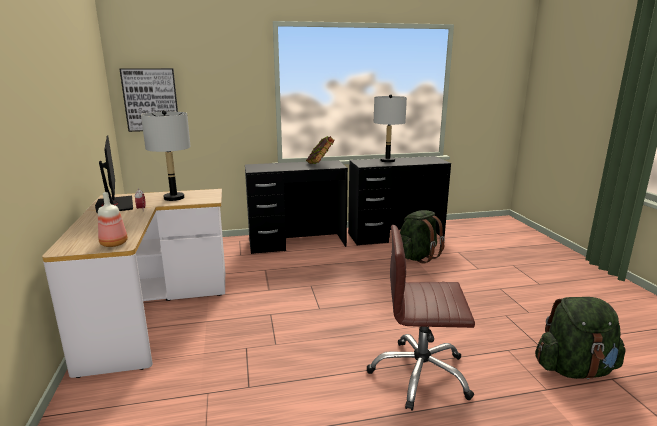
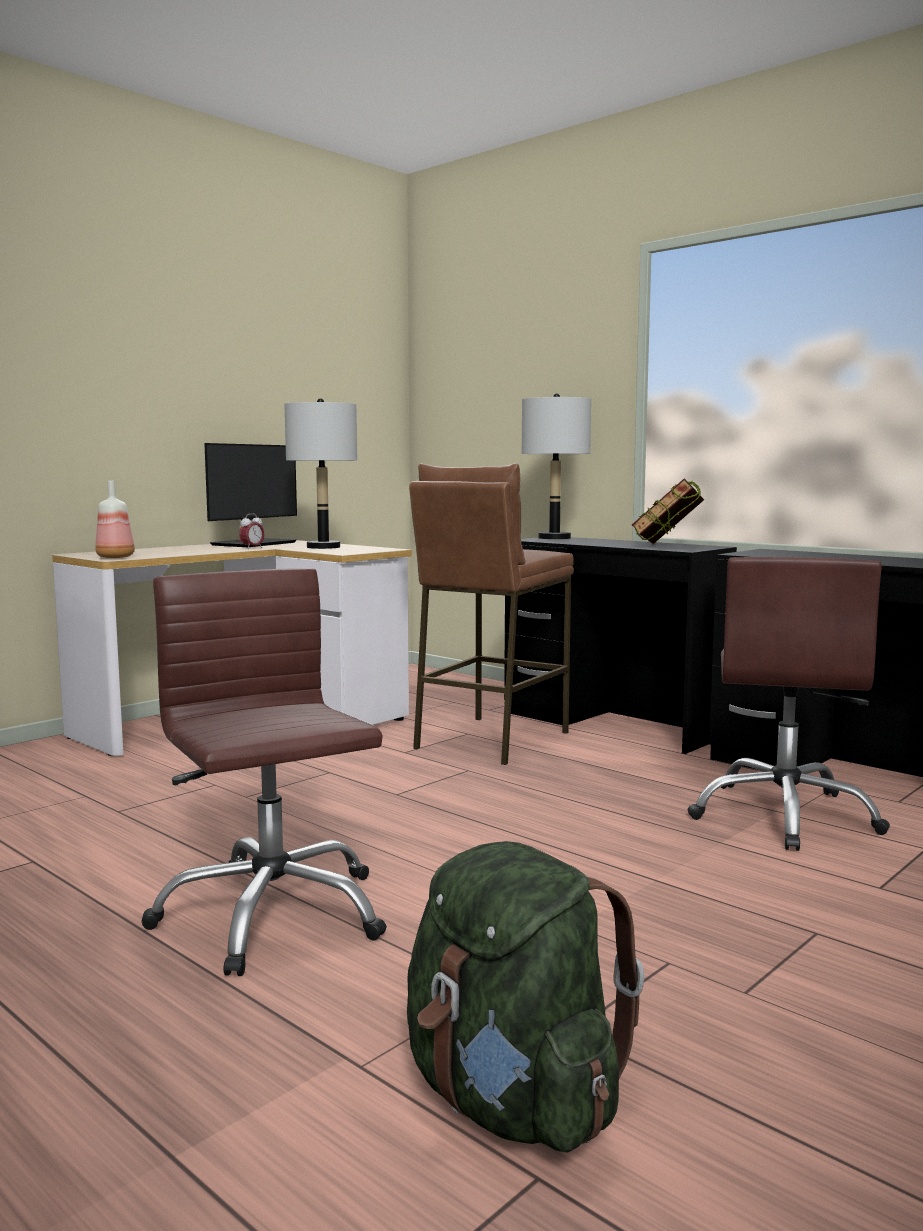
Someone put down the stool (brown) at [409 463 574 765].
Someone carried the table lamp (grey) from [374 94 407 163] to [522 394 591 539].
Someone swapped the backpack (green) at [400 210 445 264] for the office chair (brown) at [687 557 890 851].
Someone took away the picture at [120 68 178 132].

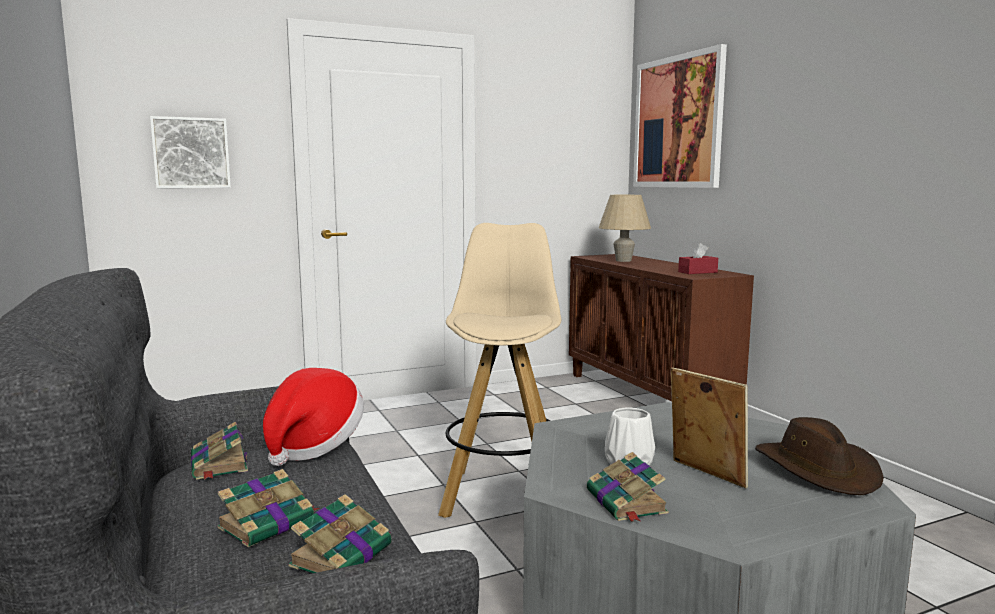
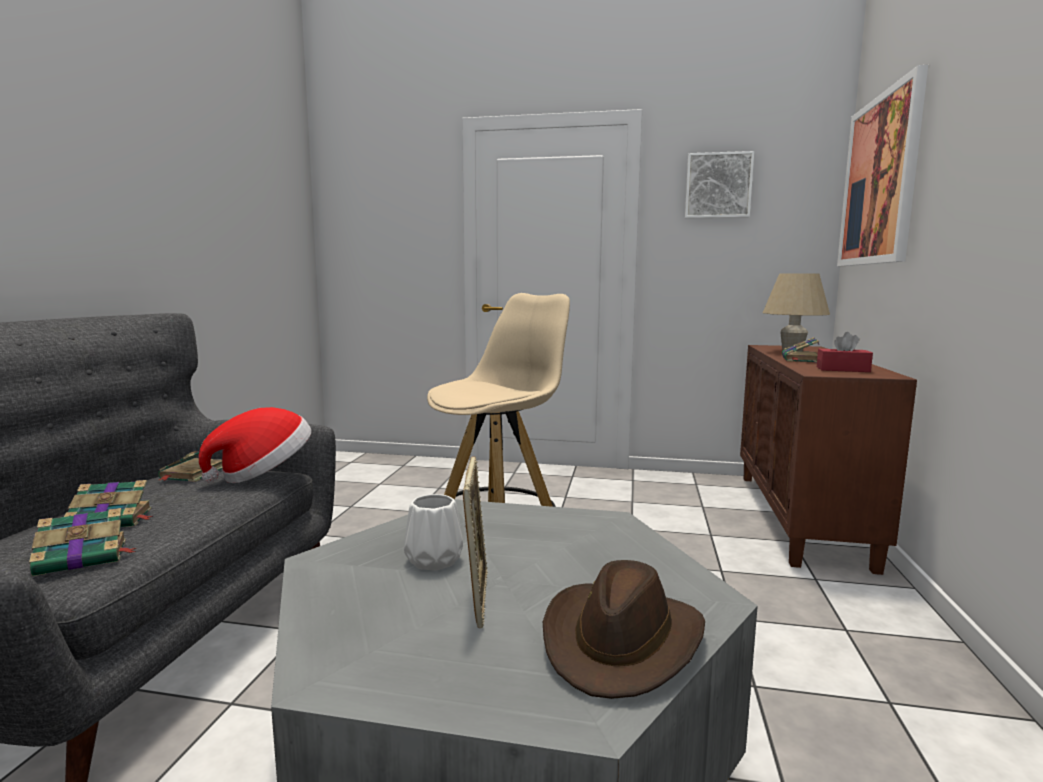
Someone carried the picture from [150 116 231 188] to [685 151 754 219].
Someone carried the book from [587 452 669 523] to [782 337 819 363].

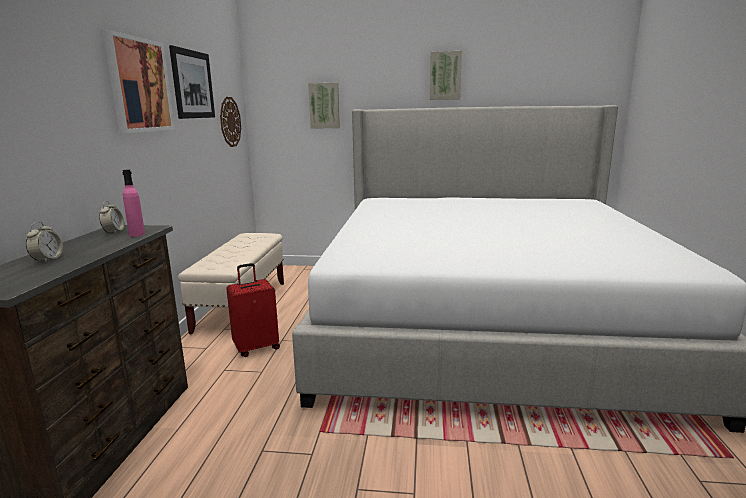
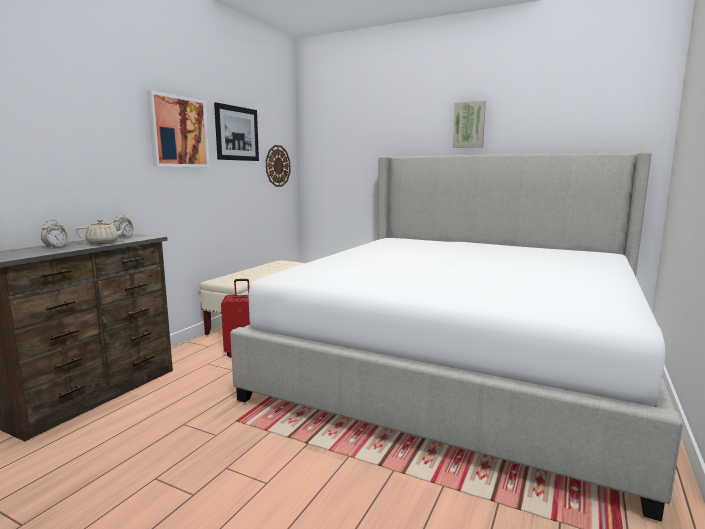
Someone put down the teapot (beige) at [75 219 128 244].
Someone took away the bottle (pink) at [122 170 145 237].
Someone took away the picture at [308 83 340 129].

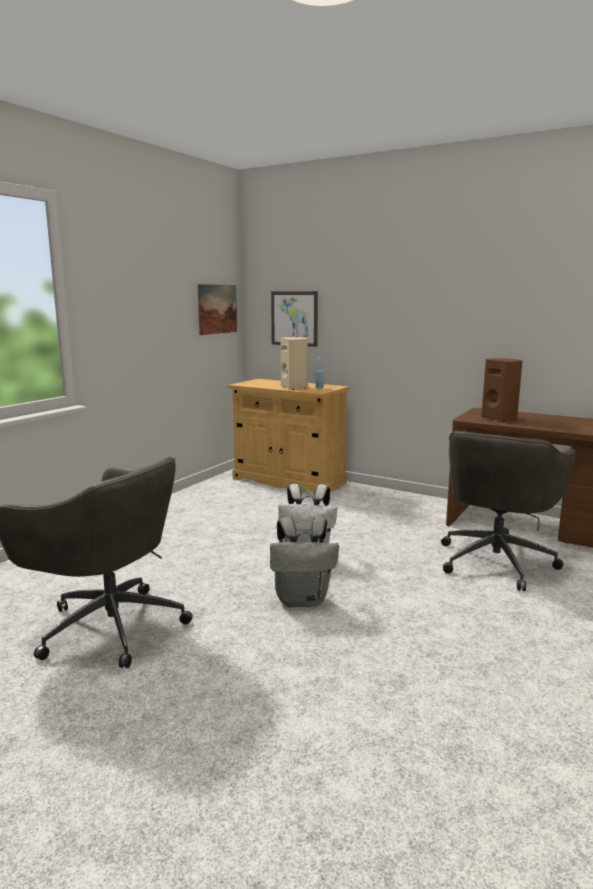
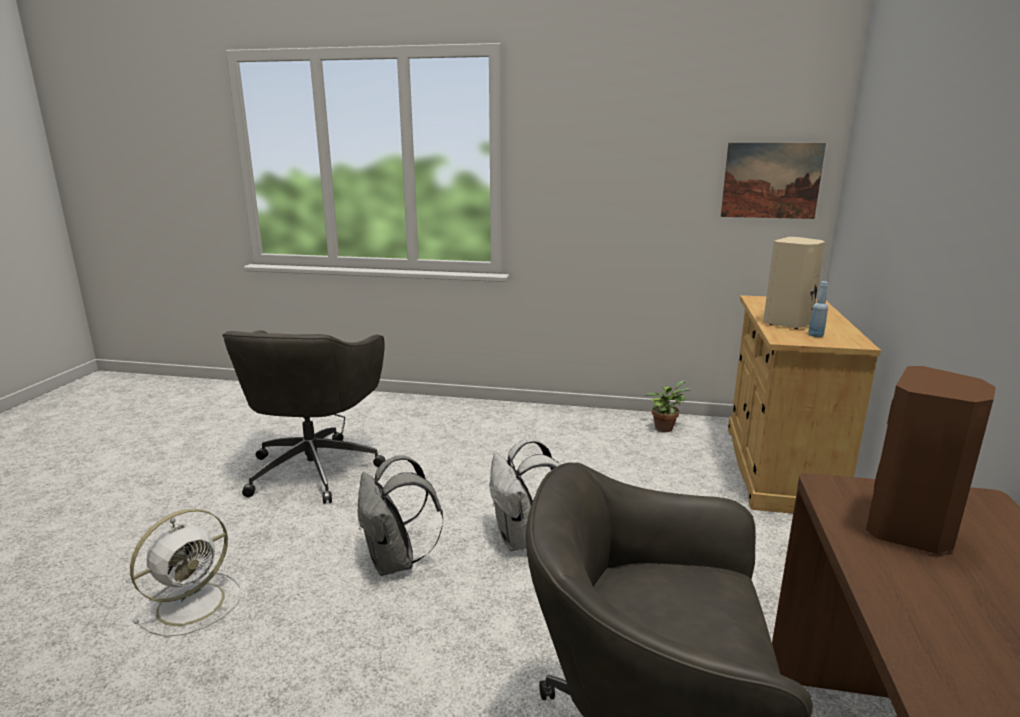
Someone put down the fan (white) at [130 509 241 637].
Someone put down the potted plant at [646 381 690 432].
Someone took away the picture at [271 291 318 347].

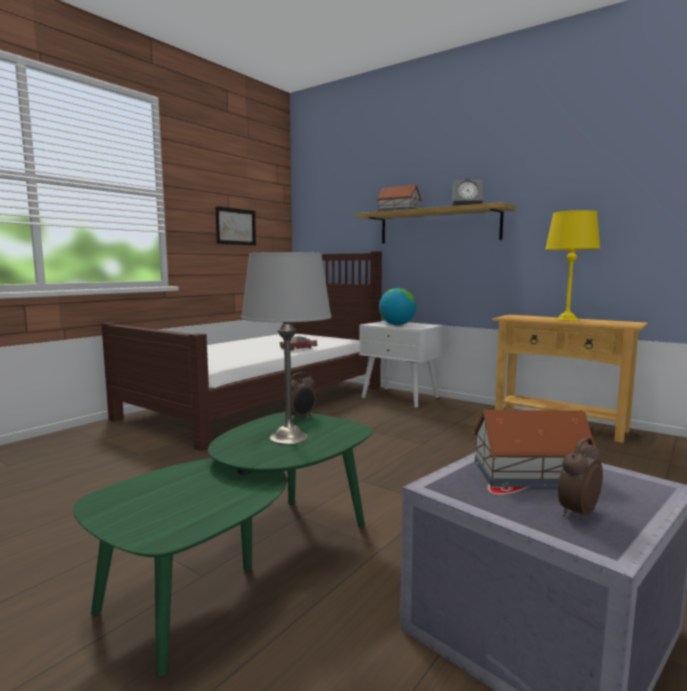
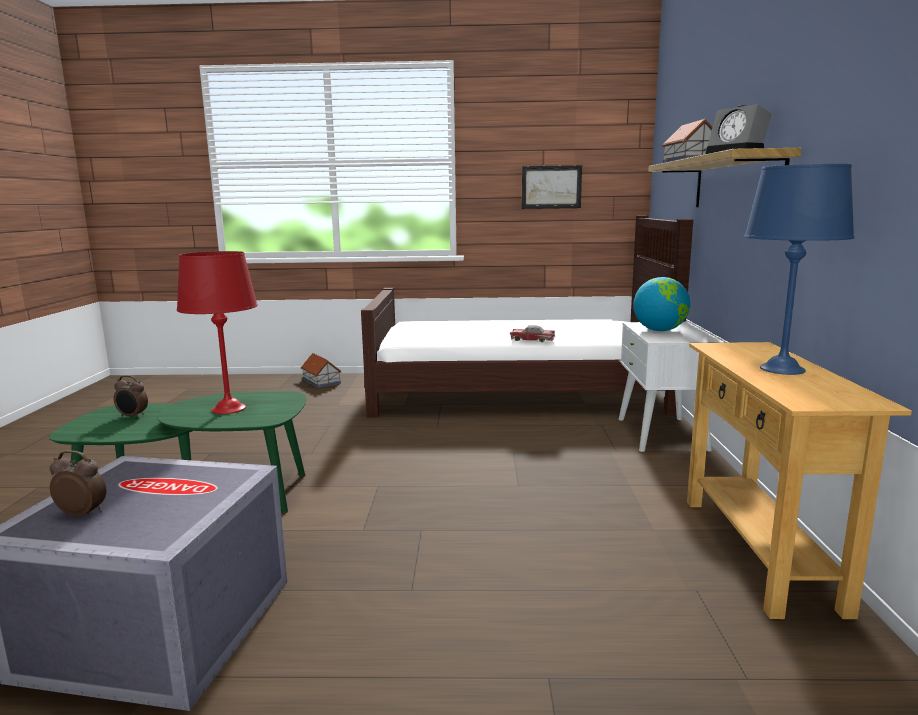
Someone carried the alarm clock from [283 372 316 420] to [114 375 148 418].
Someone repainted the table lamp (grey) at [241 252 331 445], which became the table lamp (red) at [177 251 258 414].
Someone carried the toy house from [472 410 595 487] to [301 353 341 388].
Someone repainted the table lamp (yellow) at [545 210 601 321], which became the table lamp (blue) at [744 164 854 375].

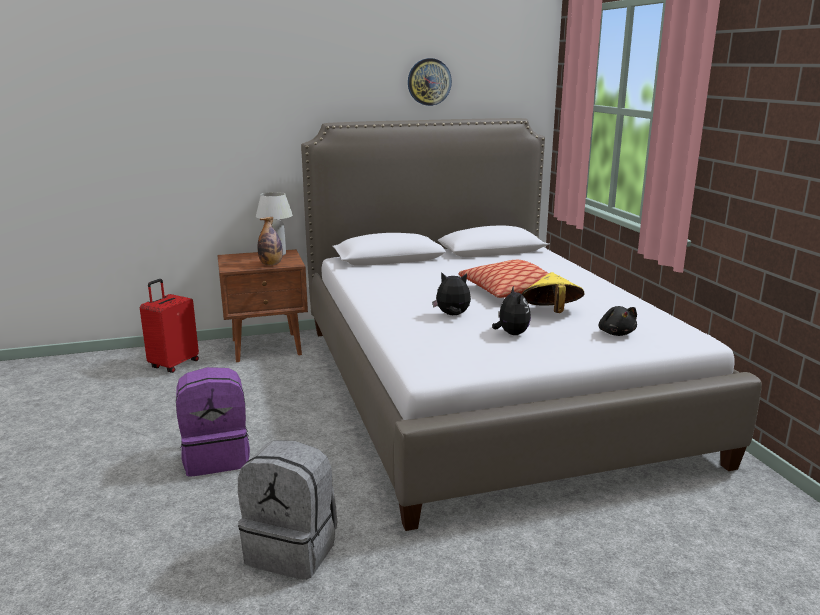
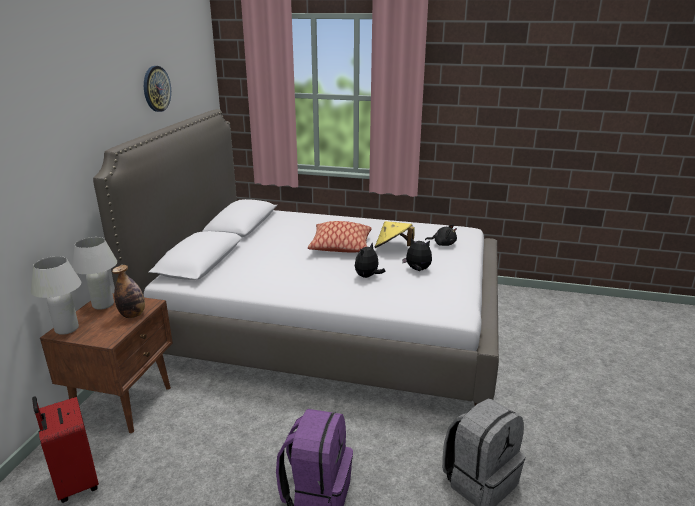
Someone put down the table lamp (white) at [31 256 81 335].

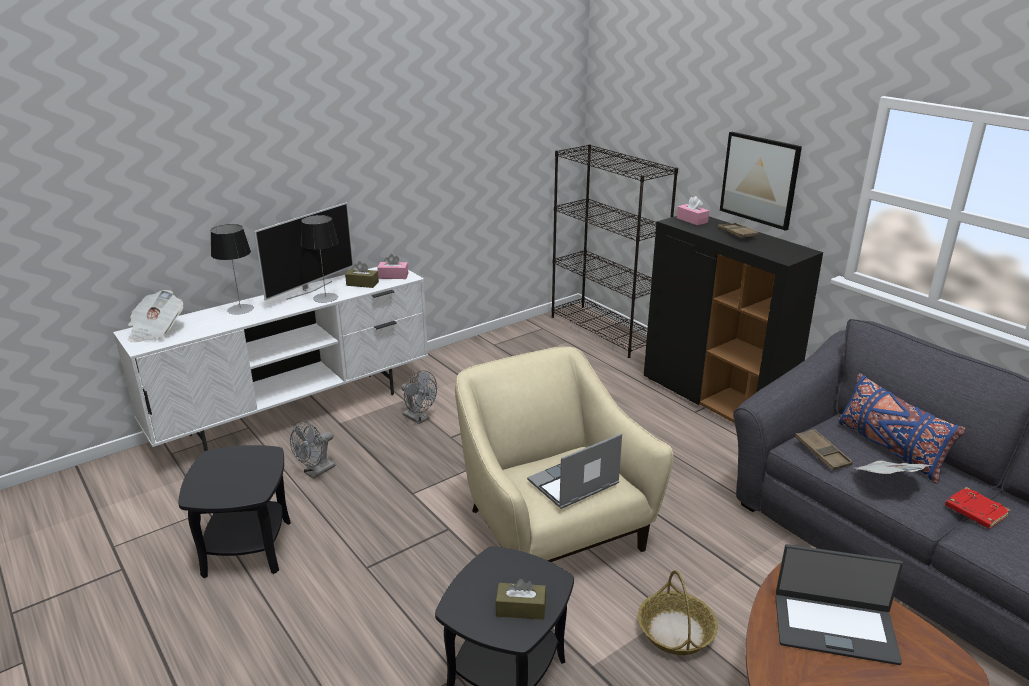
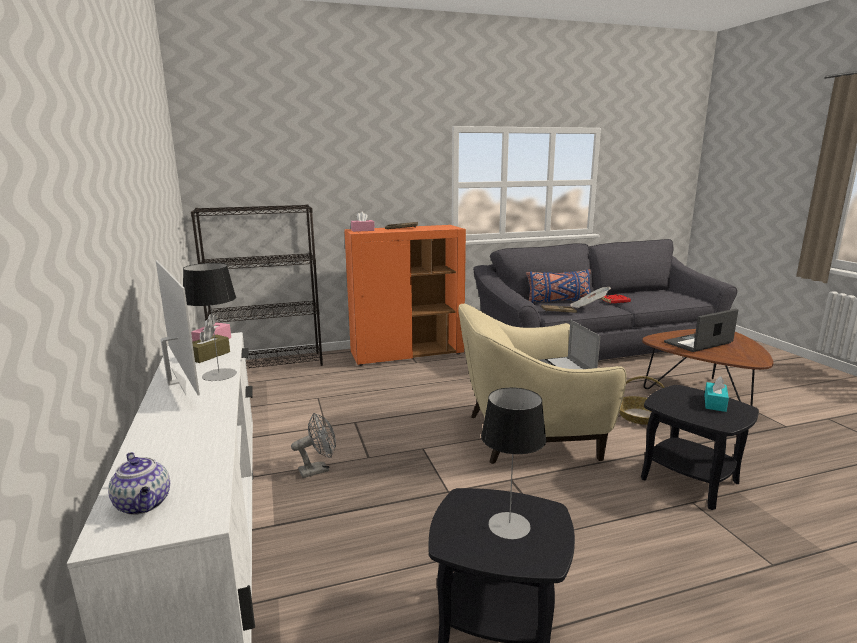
Someone swapped the newspaper at [128 290 183 342] for the teapot at [108 452 170 515].
Someone repainted the cabinet (black) at [644 216 823 423], which became the cabinet (orange) at [344 225 466 366].
Someone carried the table lamp from [210 224 254 314] to [481 388 546 539].
Someone rotated the laptop at [776 544 903 665] by 150 degrees counterclockwise.
Someone repainted the tissue box (brown) at [496 579 546 620], which became the tissue box (turquoise) at [705 376 729 412].
Someone took away the fan (grey) at [290 420 335 479].
Someone took away the picture at [720 132 802 231].

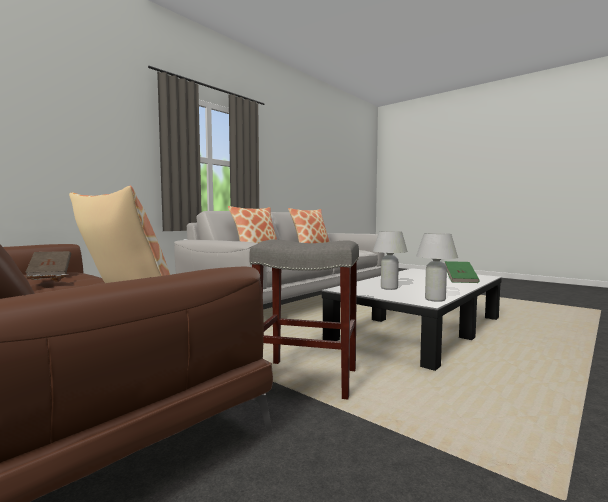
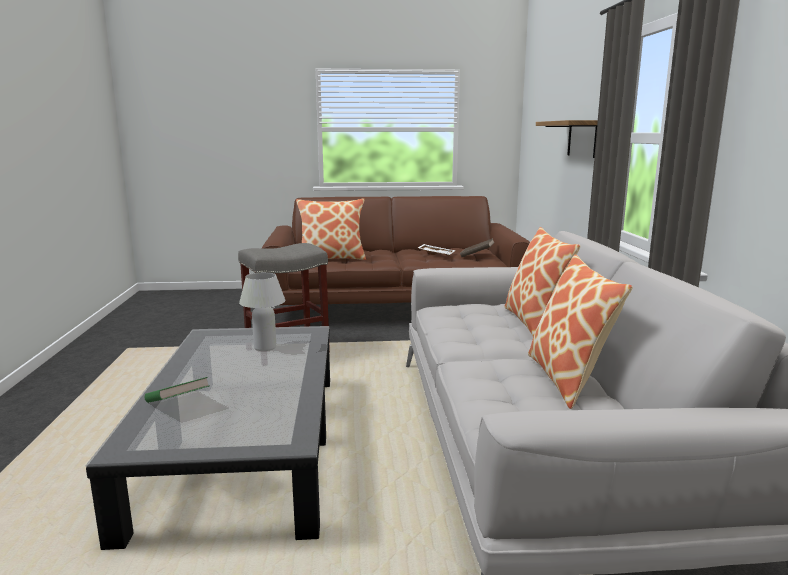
Someone put up the shelf at [536 120 598 158].
Someone took away the table lamp (white) at [416 233 458 302].

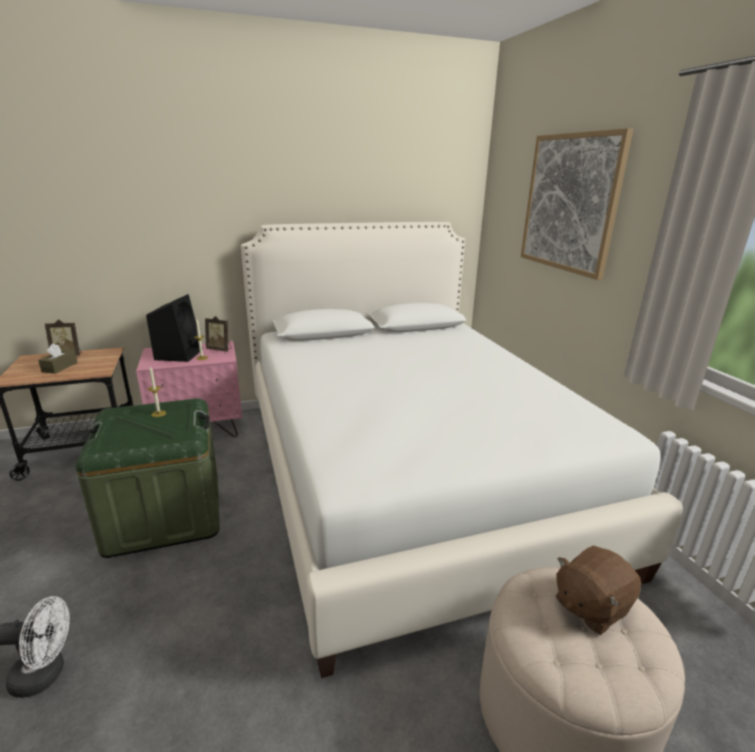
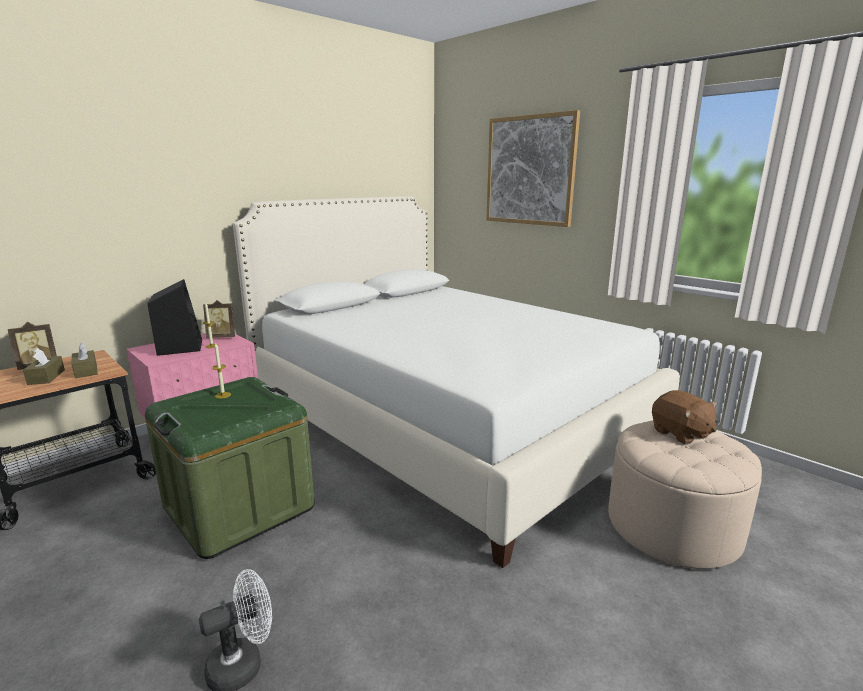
Someone put down the tissue box (brown) at [72 342 98 378].
Someone rotated the plush toy (brown) at [555 545 641 635] by 60 degrees counterclockwise.

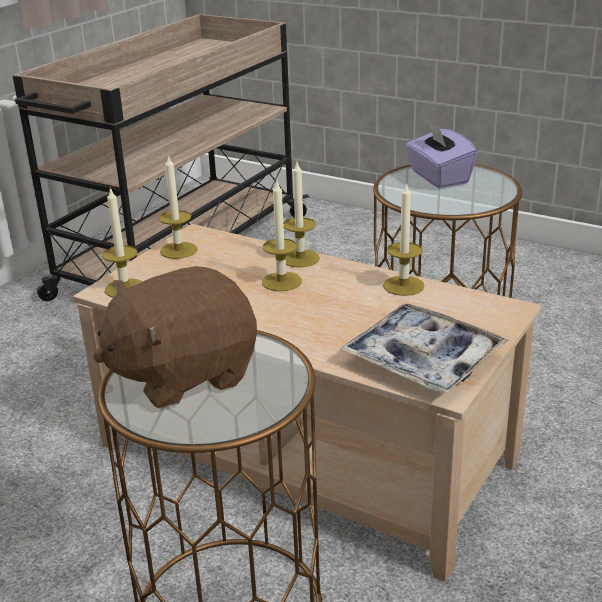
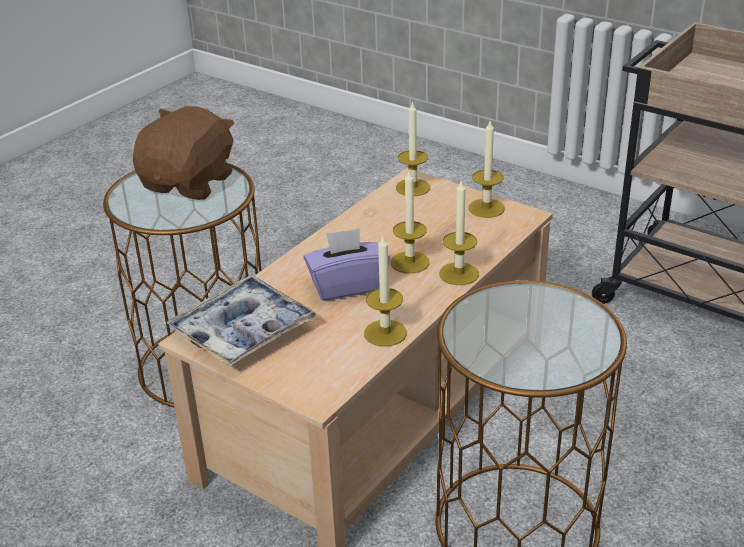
Someone rotated the plush toy (brown) at [93 266 257 409] by 45 degrees clockwise.
Someone carried the tissue box (purple) from [406 121 477 188] to [303 228 390 301].

